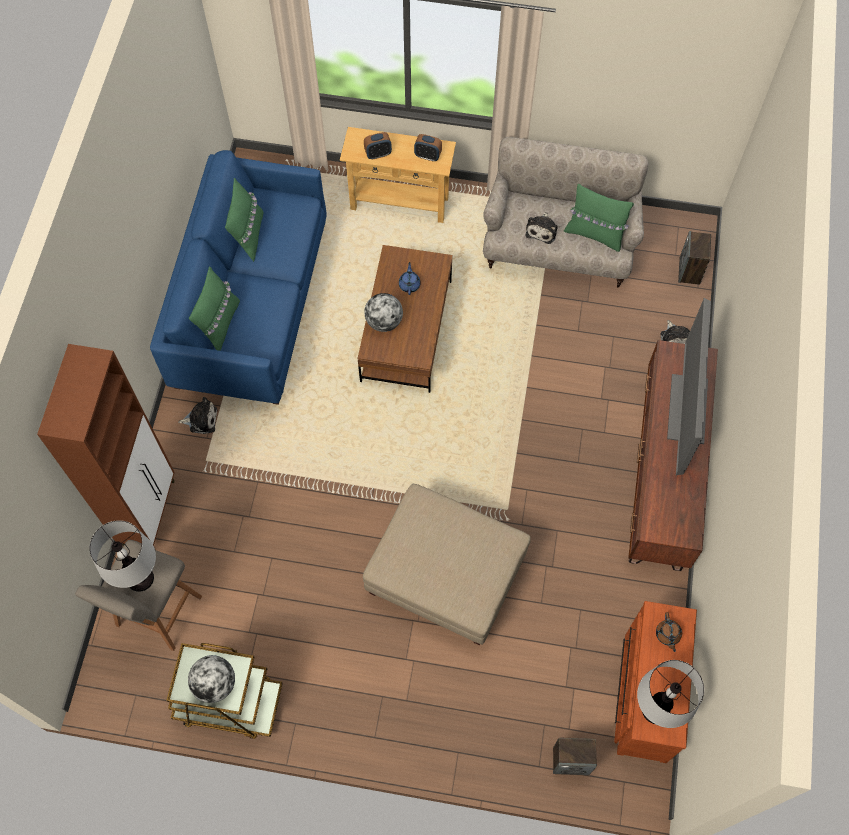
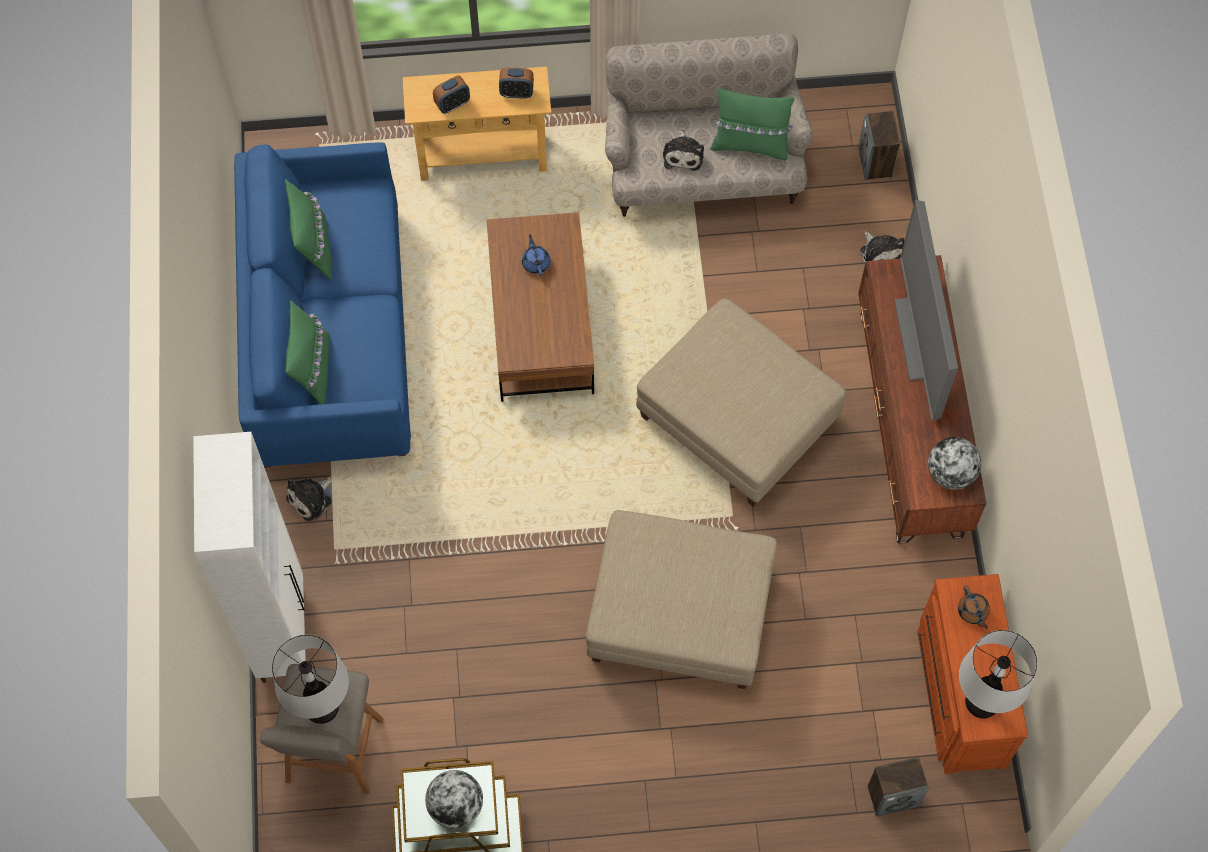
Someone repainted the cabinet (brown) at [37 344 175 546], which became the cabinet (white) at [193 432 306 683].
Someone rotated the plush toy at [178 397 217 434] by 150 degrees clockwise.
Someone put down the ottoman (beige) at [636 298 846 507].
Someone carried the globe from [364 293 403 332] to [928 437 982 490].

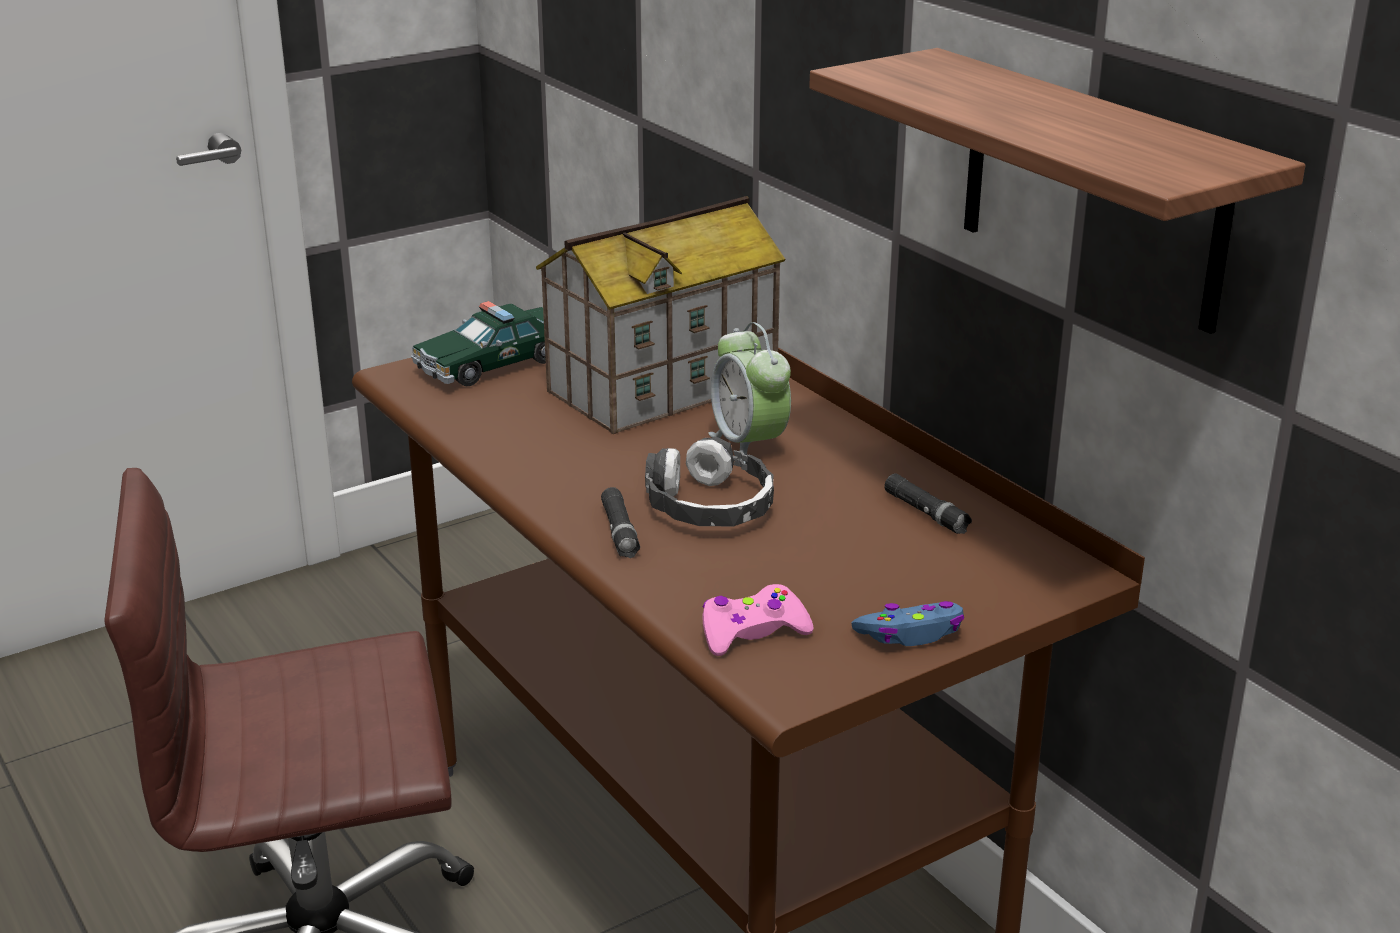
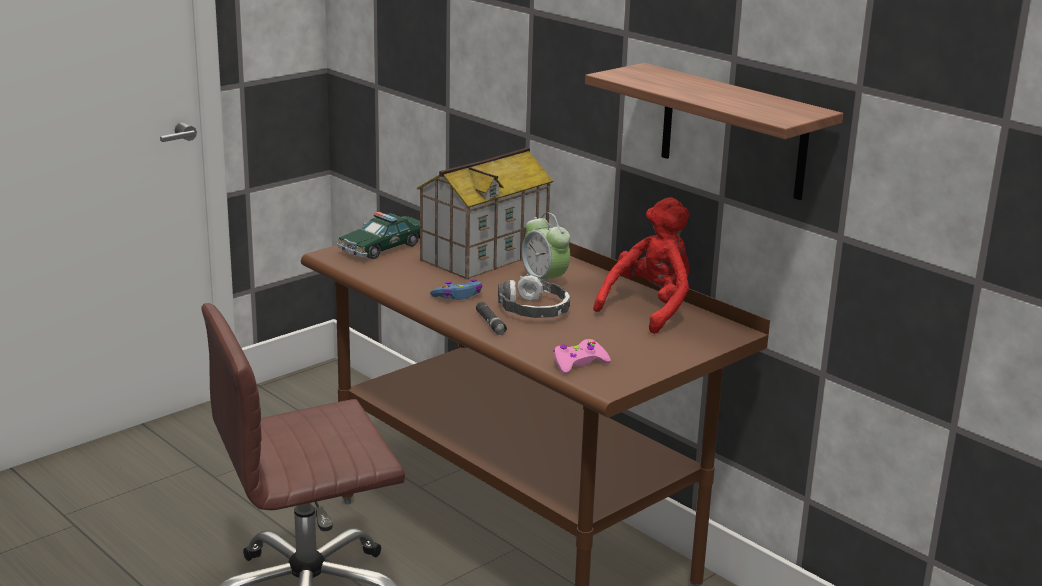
Someone carried the game controller (blue) from [851 601 964 646] to [430 279 482 300].
Someone swapped the flashlight (black) at [885 473 972 534] for the plush toy (red) at [593 197 690 334].

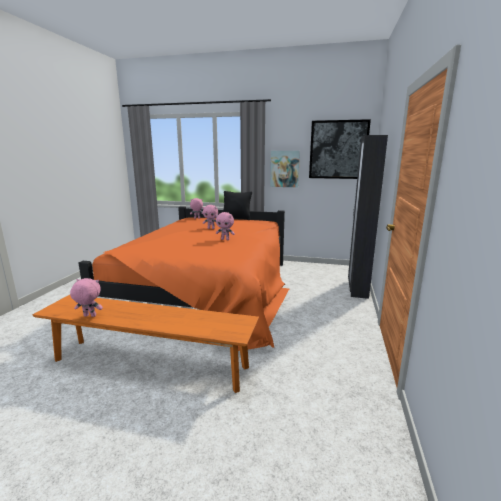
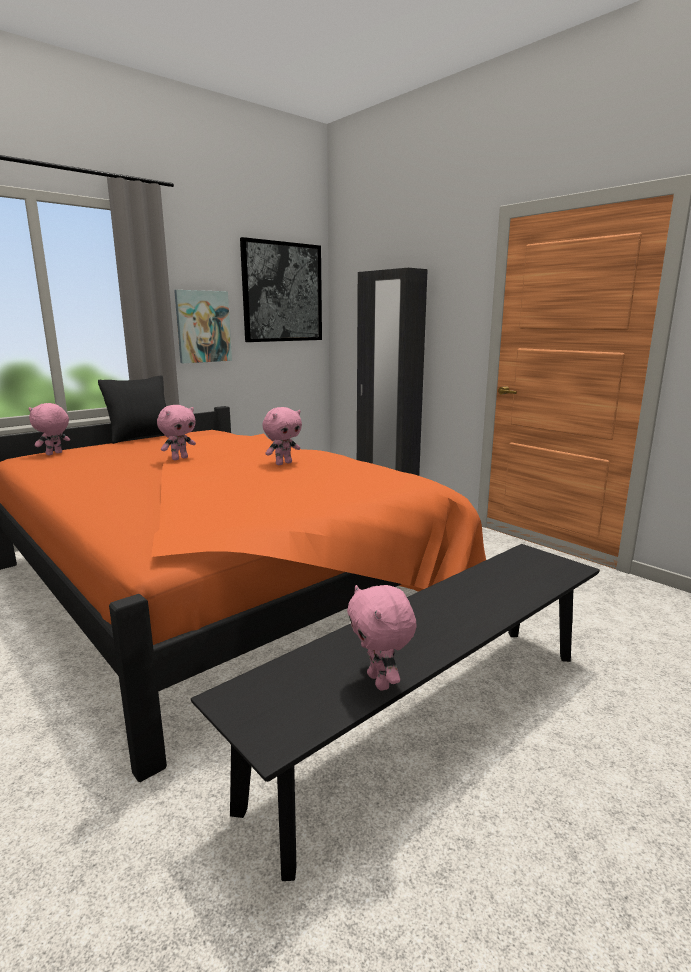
Someone repainted the bench (orange) at [33 295 259 393], which became the bench (black) at [191 544 600 881].
Someone rotated the plush toy (pink) at [70 278 103 317] by 60 degrees counterclockwise.

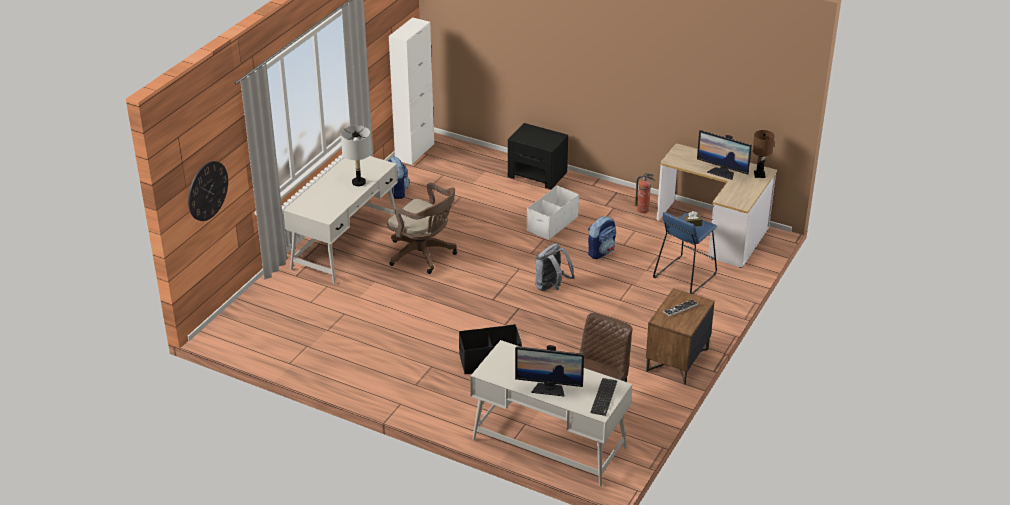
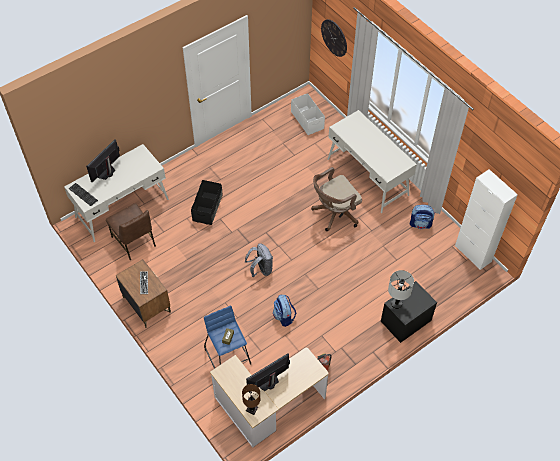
Someone carried the storage box (white) from [527 186 579 240] to [291 93 325 135].
Someone carried the table lamp (grey) from [341 125 371 186] to [388 270 414 309].

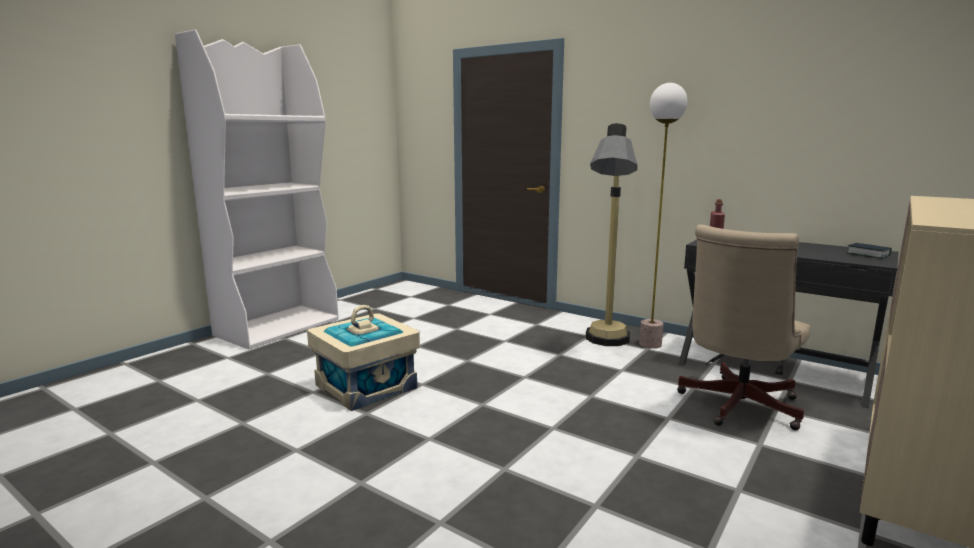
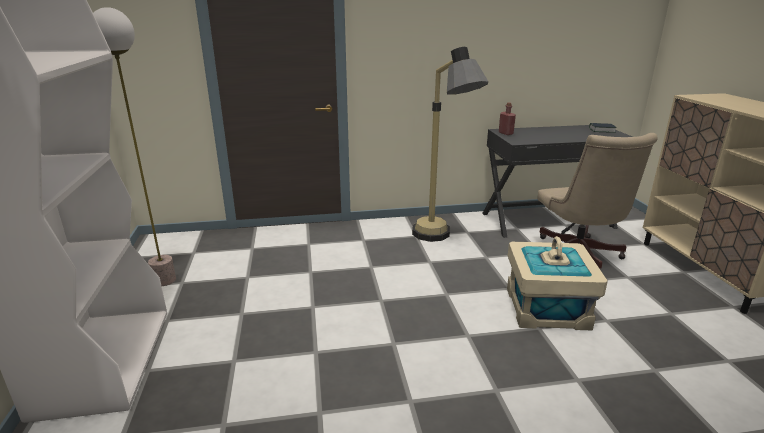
Someone carried the floor lamp from [639 83 688 349] to [93 7 176 286].
Someone carried the storage box (beige) from [307 305 420 411] to [507 236 608 331].

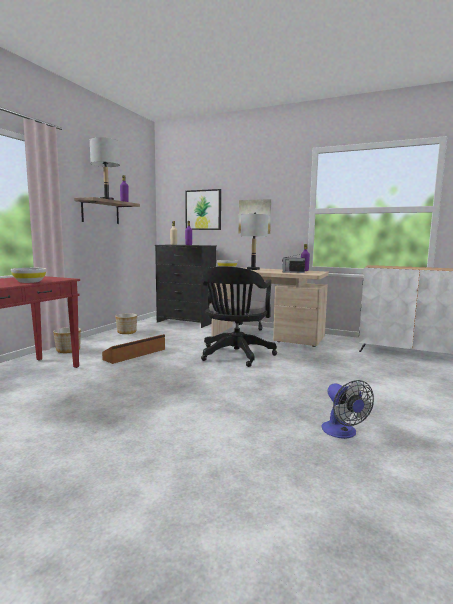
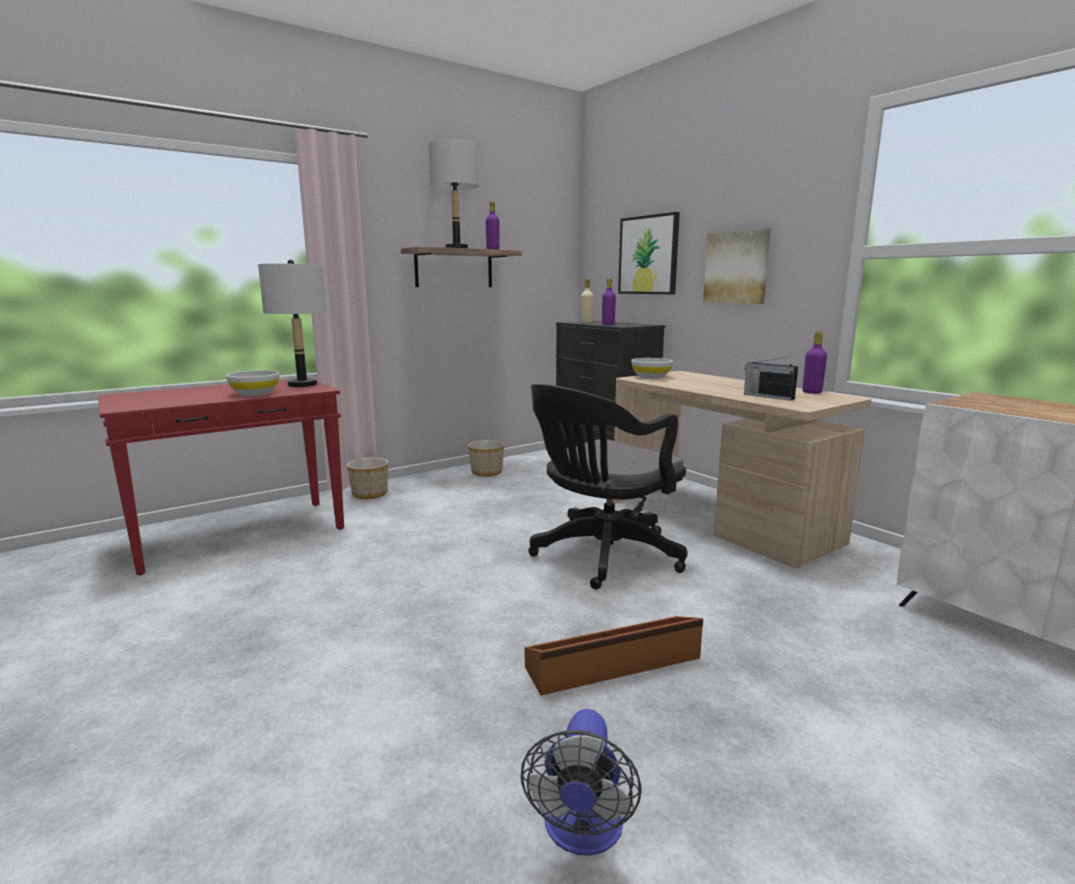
Someone carried the table lamp (grey) from [241 212 268 270] to [258 259 327 387].
Someone carried the storage box (brown) from [102 334 165 364] to [525 616 703 696].

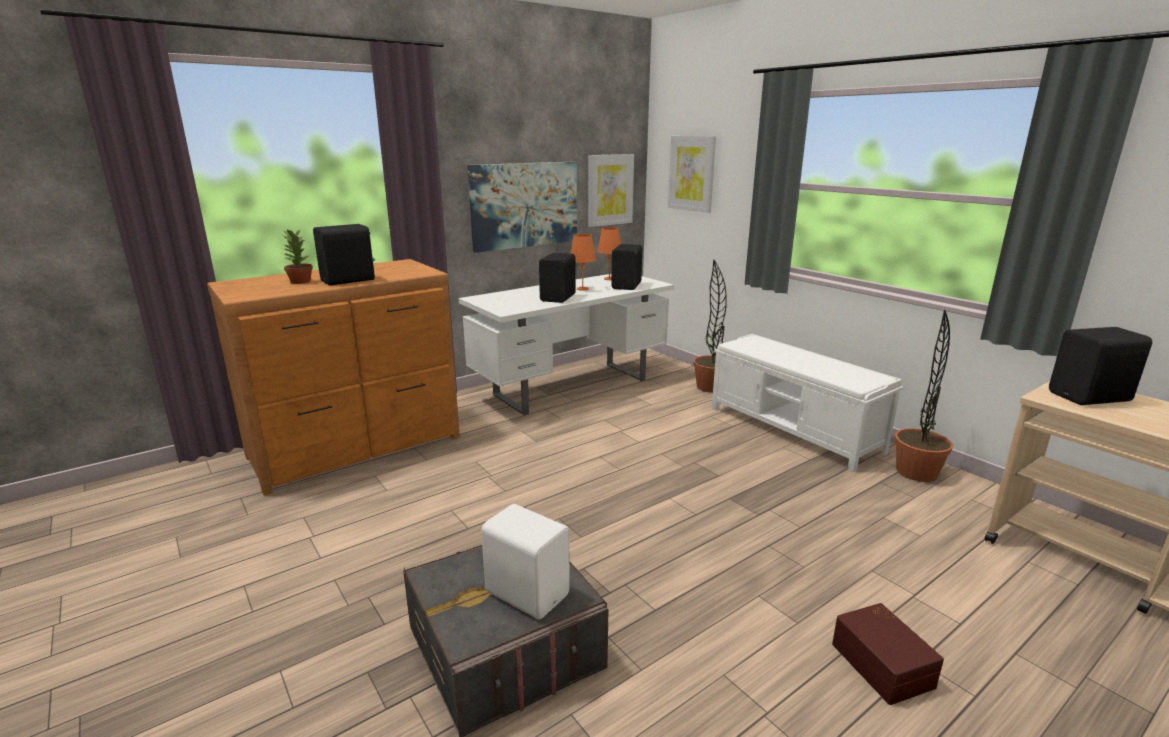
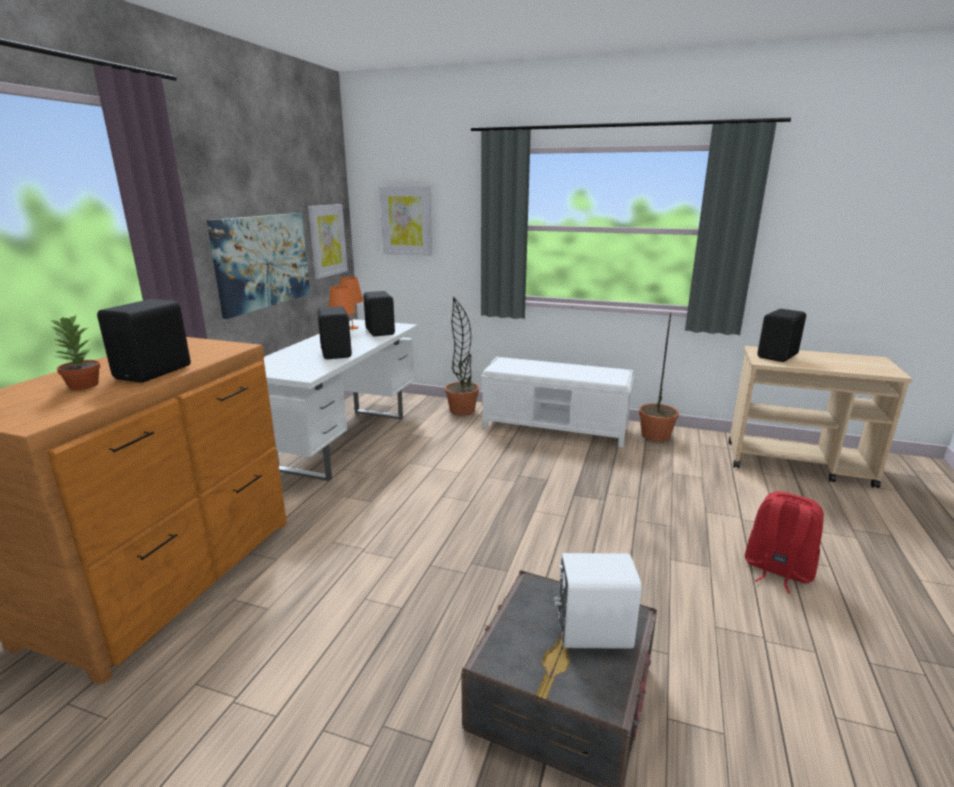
Someone swapped the storage box (brown) at [832 603 944 705] for the backpack (red) at [745 491 824 594].

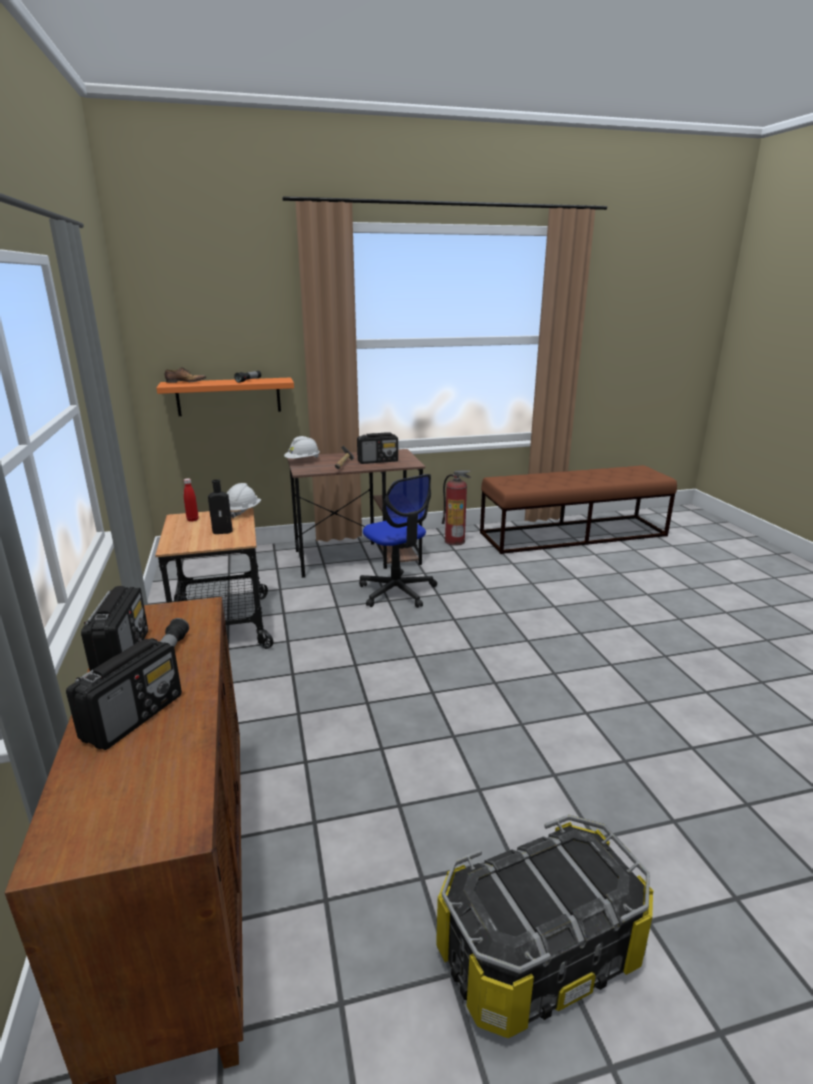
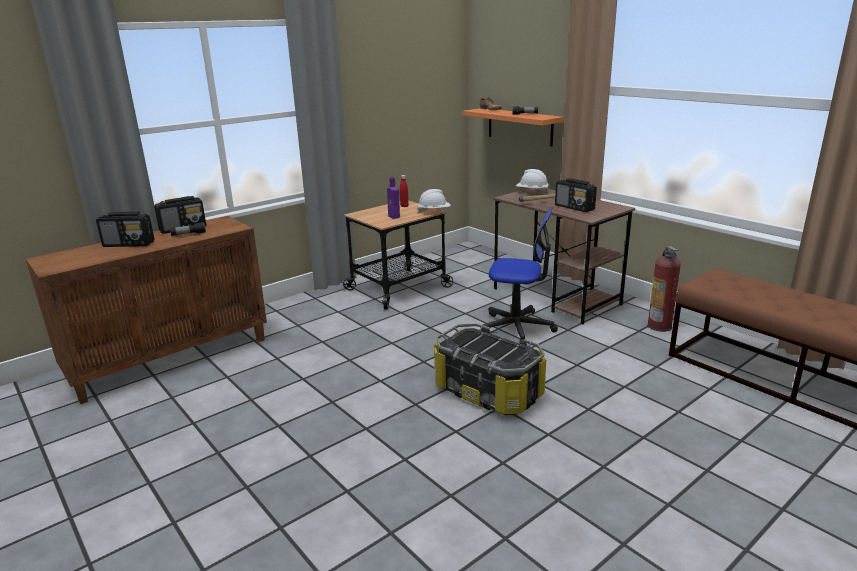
Someone repainted the bottle (black) at [208 479 233 534], which became the bottle (purple) at [387 177 400 219].
Someone carried the storage box from [436 815 654 1038] to [434 323 546 415].
Someone rotated the office chair at [359 474 437 608] by 105 degrees counterclockwise.

